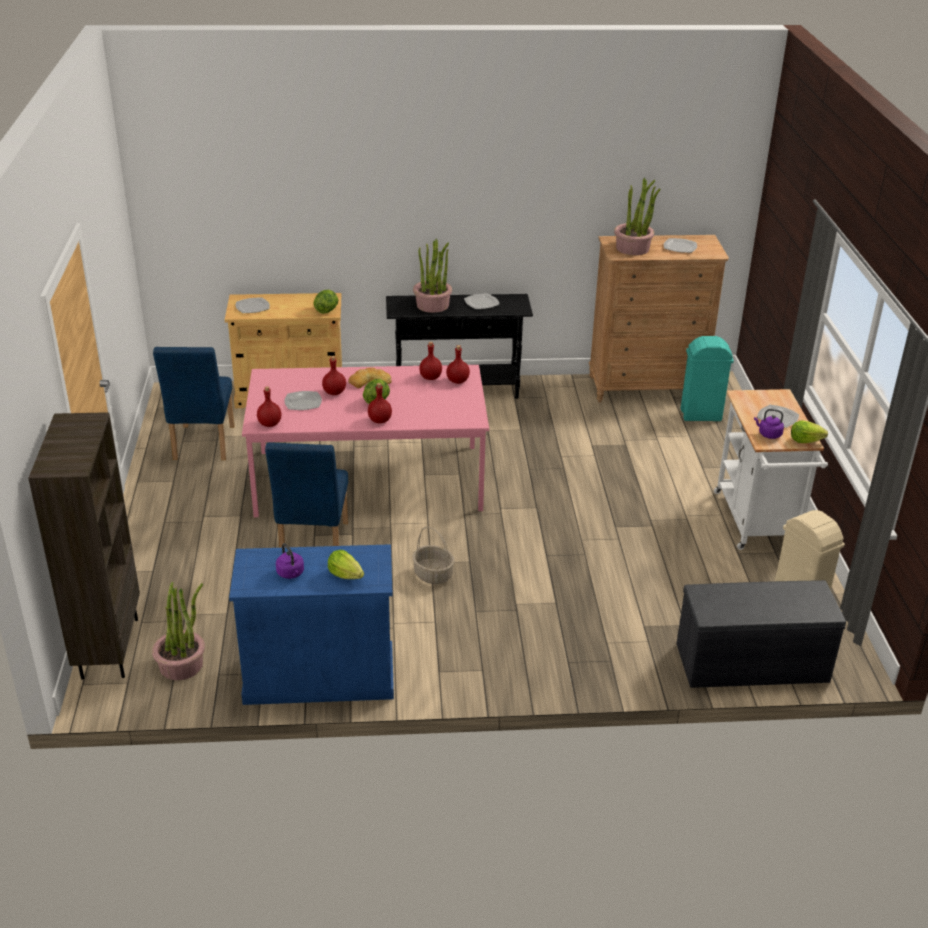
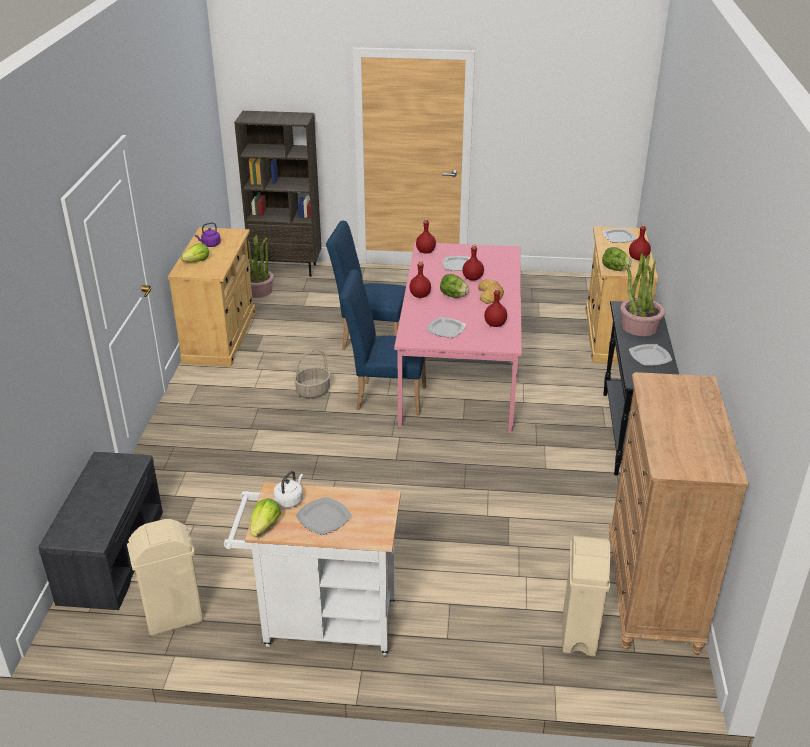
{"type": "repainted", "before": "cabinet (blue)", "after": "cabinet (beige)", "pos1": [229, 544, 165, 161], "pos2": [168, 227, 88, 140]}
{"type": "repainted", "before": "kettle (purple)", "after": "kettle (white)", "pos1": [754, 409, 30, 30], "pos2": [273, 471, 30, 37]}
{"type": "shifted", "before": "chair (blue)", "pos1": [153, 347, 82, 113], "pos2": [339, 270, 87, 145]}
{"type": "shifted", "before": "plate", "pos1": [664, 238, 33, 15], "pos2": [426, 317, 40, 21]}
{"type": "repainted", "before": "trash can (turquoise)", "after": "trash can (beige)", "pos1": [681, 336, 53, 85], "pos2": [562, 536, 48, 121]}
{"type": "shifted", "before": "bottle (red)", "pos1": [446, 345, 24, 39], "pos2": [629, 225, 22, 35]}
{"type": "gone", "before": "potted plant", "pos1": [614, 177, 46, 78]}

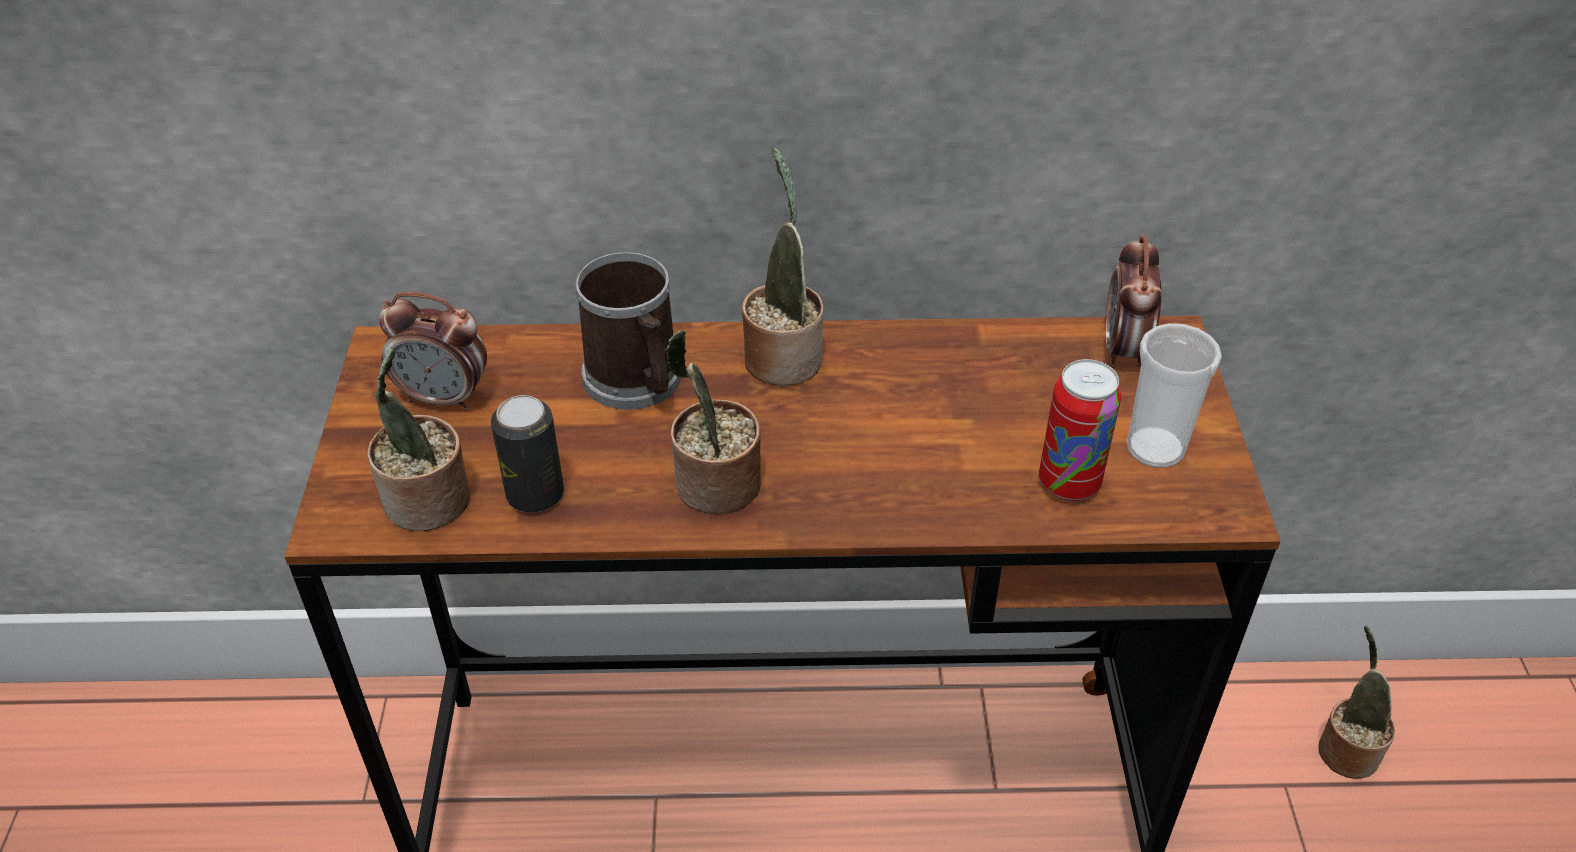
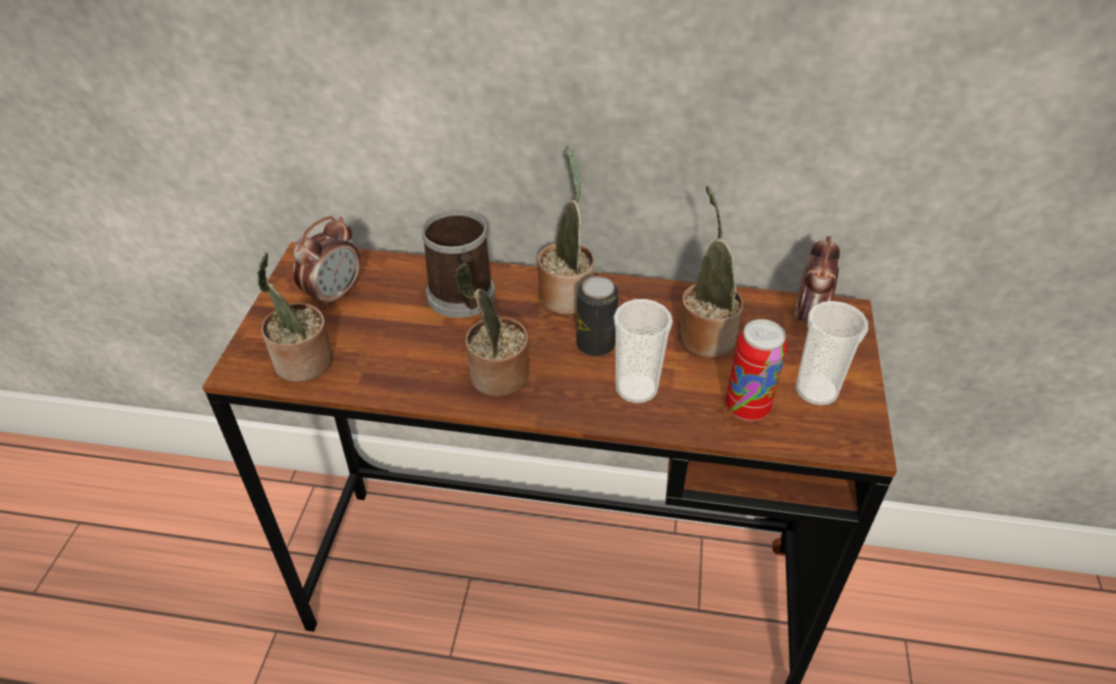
{"type": "rotated", "before": "alarm clock", "pos1": [379, 292, 108, 119], "pos2": [293, 216, 67, 94], "turn": -75}
{"type": "shifted", "before": "can", "pos1": [491, 395, 73, 118], "pos2": [576, 276, 43, 80]}
{"type": "new", "after": "cup", "pos2": [614, 299, 59, 104]}
{"type": "shifted", "before": "potted plant", "pos1": [1319, 625, 76, 154], "pos2": [678, 186, 65, 172]}

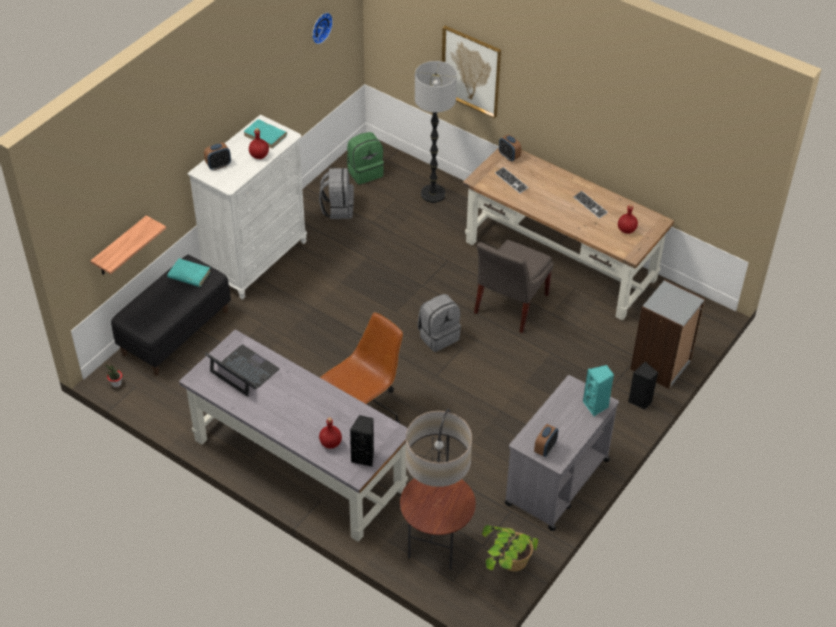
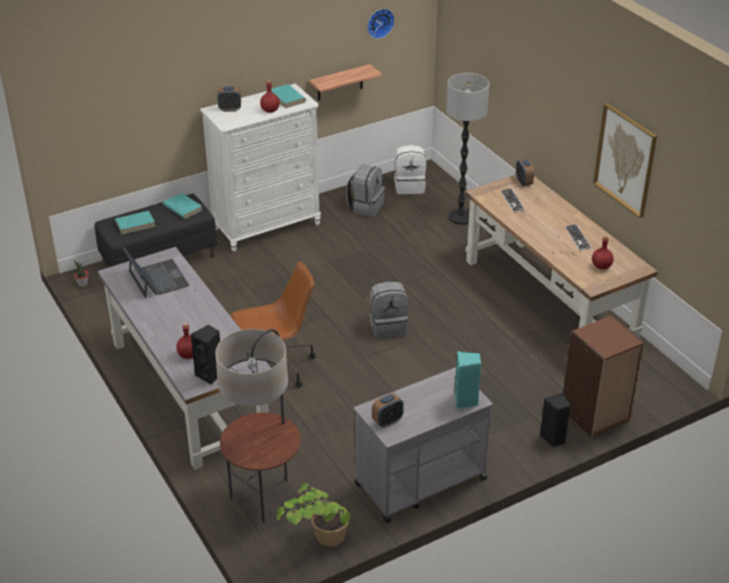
{"type": "new", "after": "book (turquoise)", "pos2": [115, 211, 40, 23]}
{"type": "shifted", "before": "shelf", "pos1": [91, 215, 75, 60], "pos2": [309, 64, 73, 37]}
{"type": "repainted", "before": "backpack (green)", "after": "backpack (white)", "pos1": [347, 132, 37, 52], "pos2": [394, 145, 32, 49]}
{"type": "repainted", "before": "bookcase (grey)", "after": "bookcase (brown)", "pos1": [630, 280, 75, 109], "pos2": [563, 315, 82, 122]}
{"type": "shifted", "before": "picture", "pos1": [442, 26, 59, 92], "pos2": [593, 103, 64, 115]}
{"type": "gone", "before": "chair (grey)", "pos1": [474, 240, 80, 93]}

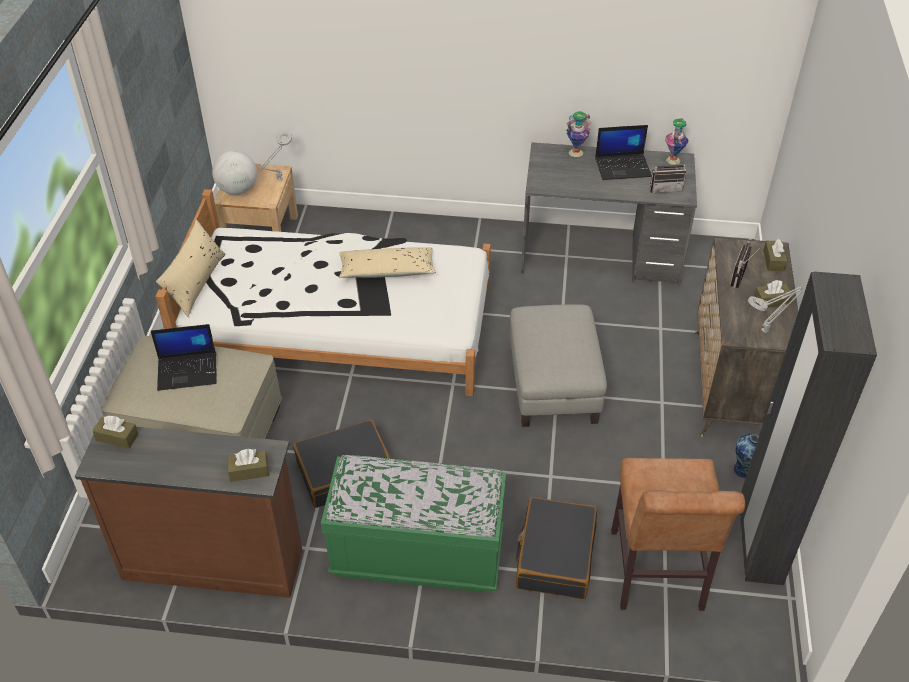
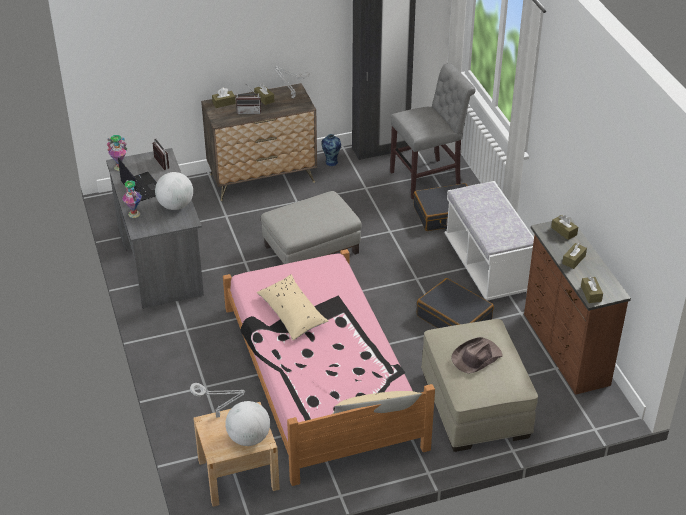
{"type": "new", "after": "globe", "pos2": [155, 172, 38, 38]}
{"type": "repainted", "before": "bed (white)", "after": "bed (pink)", "pos1": [155, 189, 336, 207], "pos2": [223, 249, 212, 237]}
{"type": "repainted", "before": "chair (brown)", "after": "chair (grey)", "pos1": [611, 458, 134, 153], "pos2": [390, 63, 86, 136]}
{"type": "repainted", "before": "bench (green)", "after": "bench (white)", "pos1": [321, 455, 185, 137], "pos2": [445, 181, 89, 120]}
{"type": "swapped", "before": "laptop", "after": "hat (brown)", "pos1": [151, 324, 66, 67], "pos2": [451, 337, 52, 37]}
{"type": "new", "after": "tissue box (brown)", "pos2": [562, 243, 25, 26]}

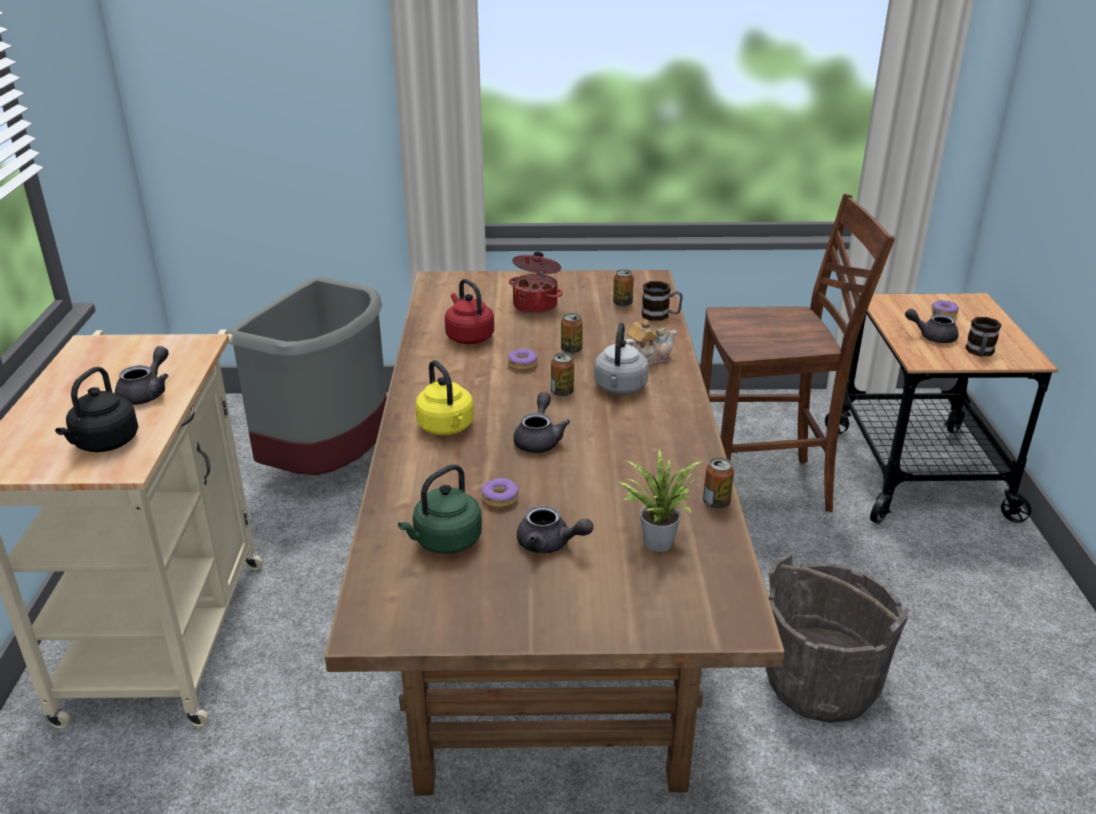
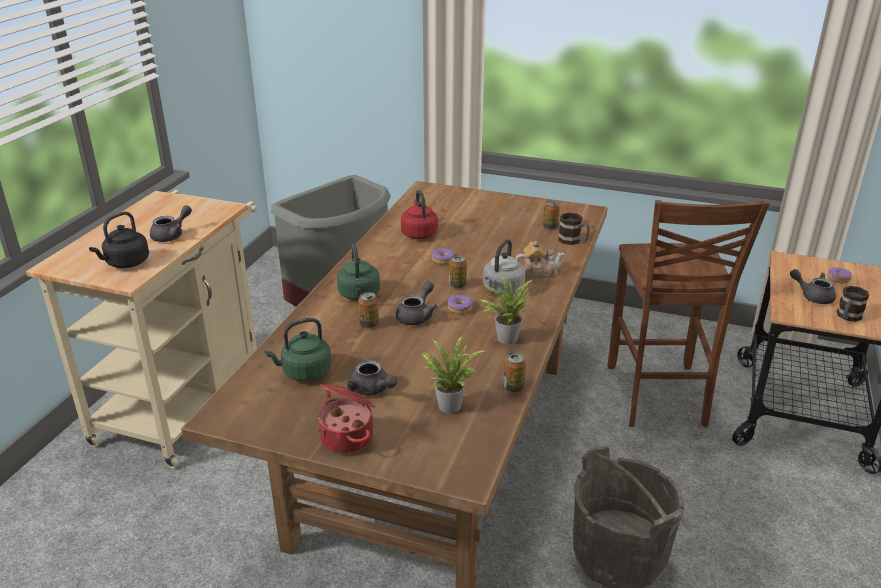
{"type": "shifted", "before": "cooking pot", "pos1": [509, 252, 54, 62], "pos2": [319, 380, 56, 74]}
{"type": "repainted", "before": "kettle (yellow)", "after": "kettle (green)", "pos1": [415, 360, 58, 75], "pos2": [337, 244, 43, 56]}
{"type": "shifted", "before": "can", "pos1": [561, 313, 22, 41], "pos2": [358, 292, 21, 36]}
{"type": "shifted", "before": "donut", "pos1": [482, 478, 37, 30], "pos2": [447, 295, 26, 19]}
{"type": "new", "after": "potted plant", "pos2": [479, 276, 54, 68]}
{"type": "rotated", "before": "chair (brown)", "pos1": [700, 194, 195, 318], "pos2": [608, 200, 162, 228], "turn": 75}

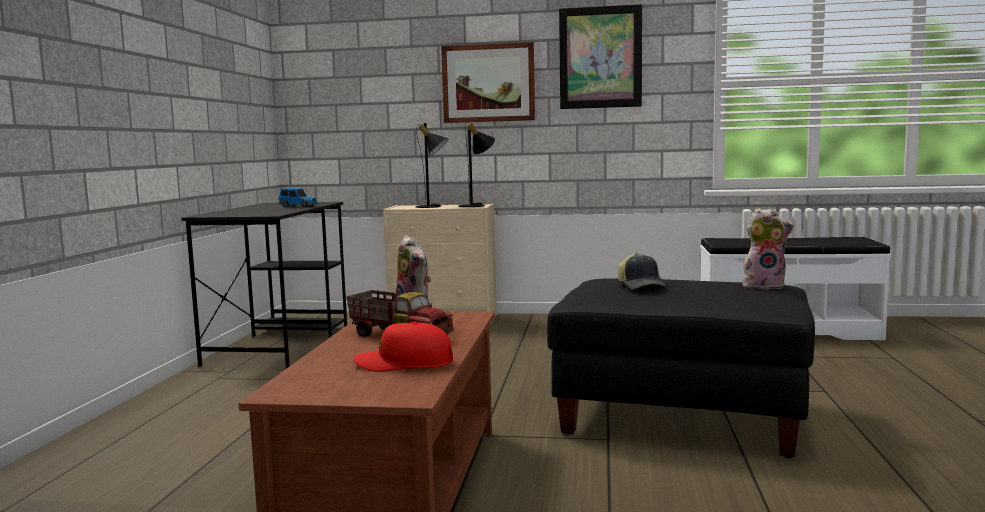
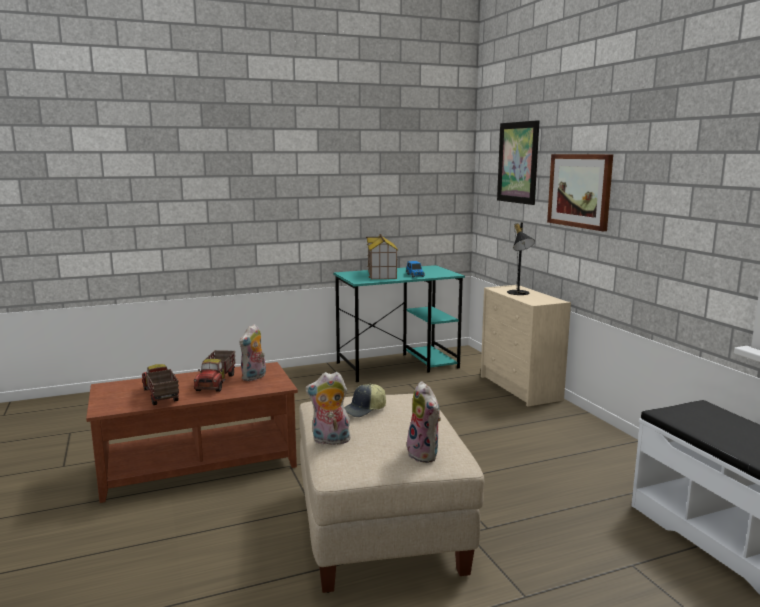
{"type": "swapped", "before": "cap (red)", "after": "toy truck", "pos1": [353, 322, 100, 50], "pos2": [142, 364, 37, 41]}
{"type": "repainted", "before": "ottoman (black)", "after": "ottoman (beige)", "pos1": [547, 278, 268, 180], "pos2": [299, 394, 185, 199]}
{"type": "new", "after": "plush toy", "pos2": [305, 372, 48, 73]}
{"type": "repainted", "before": "desk (black)", "after": "desk (turquoise)", "pos1": [182, 202, 165, 167], "pos2": [333, 265, 132, 117]}
{"type": "new", "after": "toy house", "pos2": [366, 234, 32, 45]}
{"type": "shifted", "before": "picture", "pos1": [559, 4, 83, 105], "pos2": [497, 120, 42, 85]}
{"type": "gone", "before": "table lamp (black)", "pos1": [458, 121, 37, 86]}

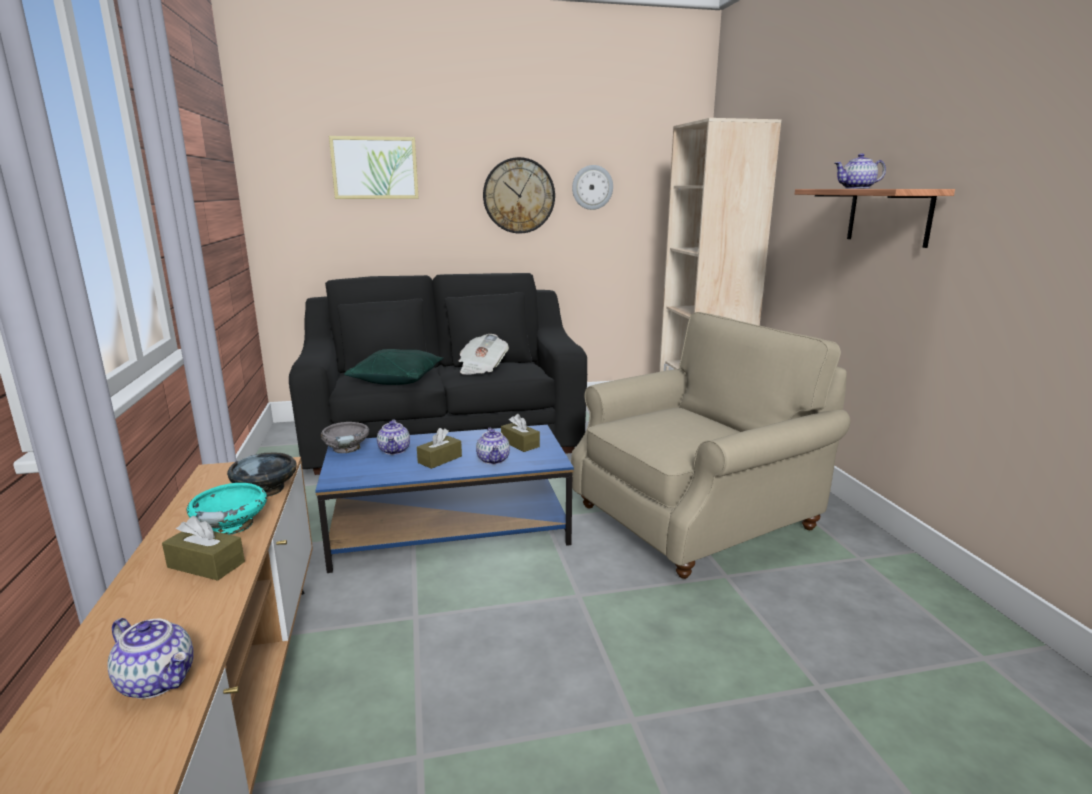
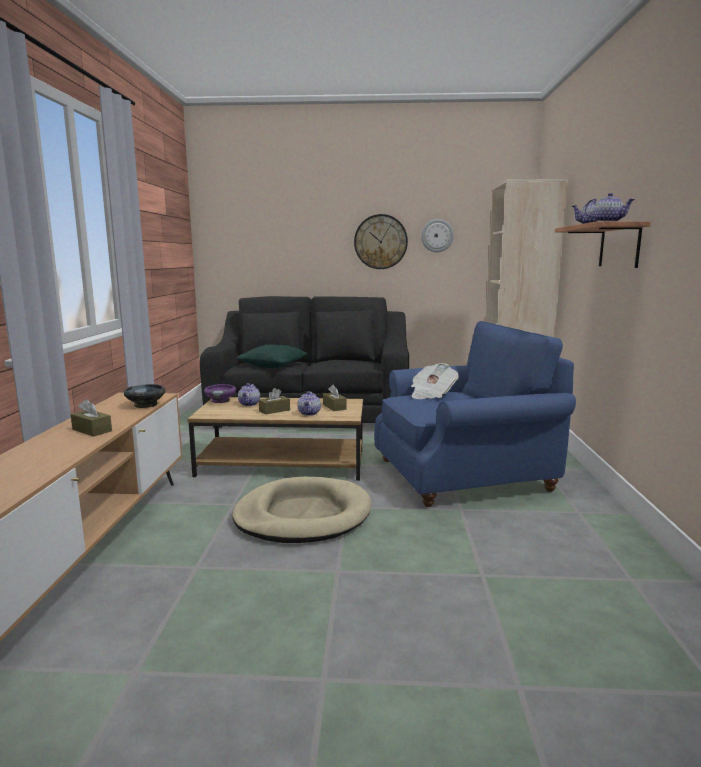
{"type": "repainted", "before": "coffee table (blue)", "after": "coffee table (brown)", "pos1": [315, 425, 259, 148], "pos2": [188, 397, 175, 84]}
{"type": "repainted", "before": "bowl (grey)", "after": "bowl (purple)", "pos1": [321, 422, 48, 31], "pos2": [204, 384, 32, 19]}
{"type": "new", "after": "dog bed (beige)", "pos2": [232, 477, 139, 66]}
{"type": "repainted", "before": "armchair (beige)", "after": "armchair (blue)", "pos1": [571, 312, 279, 267], "pos2": [374, 321, 202, 186]}
{"type": "shifted", "before": "newspaper", "pos1": [459, 334, 50, 41], "pos2": [411, 363, 48, 36]}
{"type": "shifted", "before": "teapot", "pos1": [107, 618, 87, 81], "pos2": [585, 193, 50, 28]}
{"type": "gone", "before": "bowl (turquoise)", "pos1": [187, 483, 80, 52]}
{"type": "gone", "before": "picture", "pos1": [329, 136, 90, 63]}

